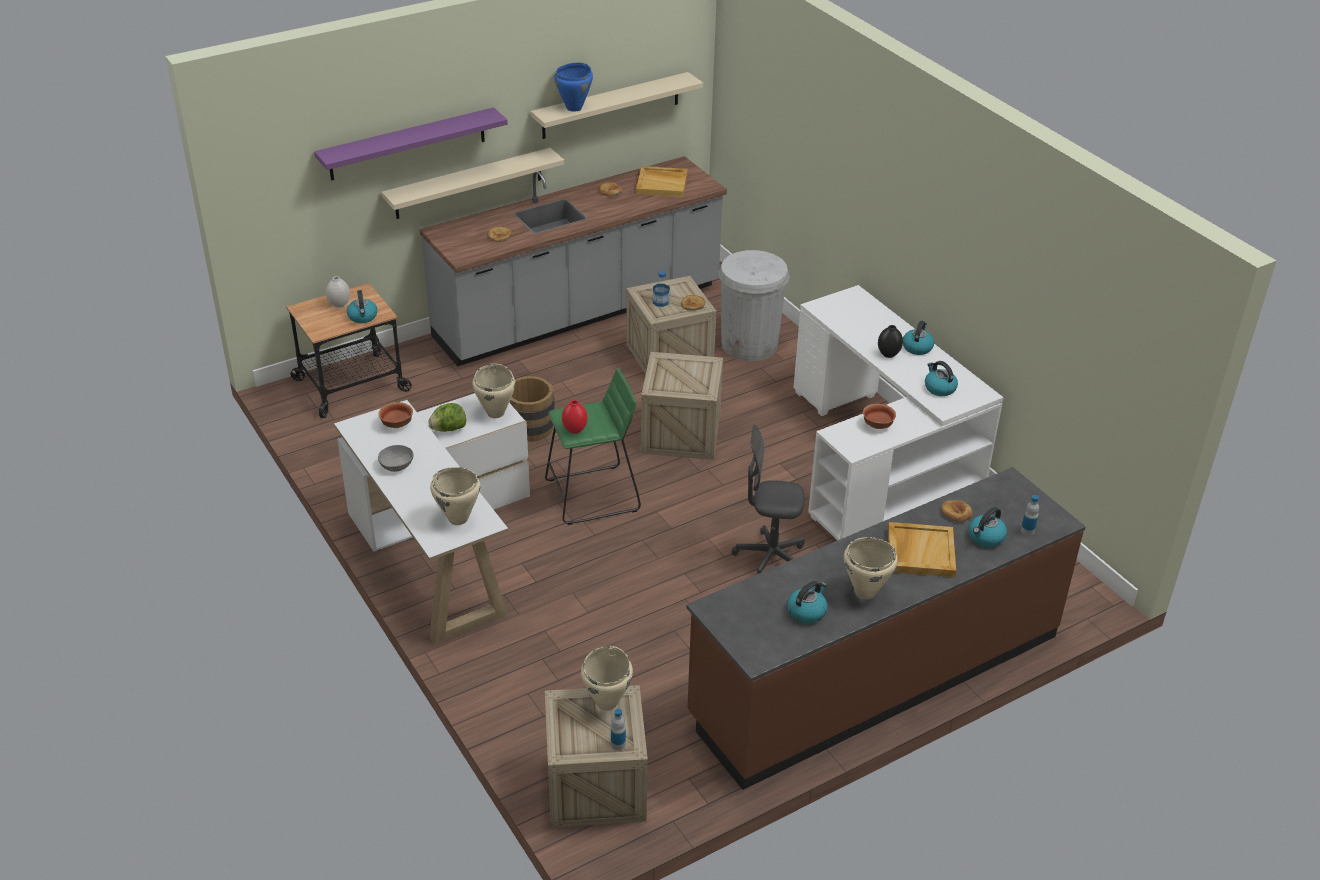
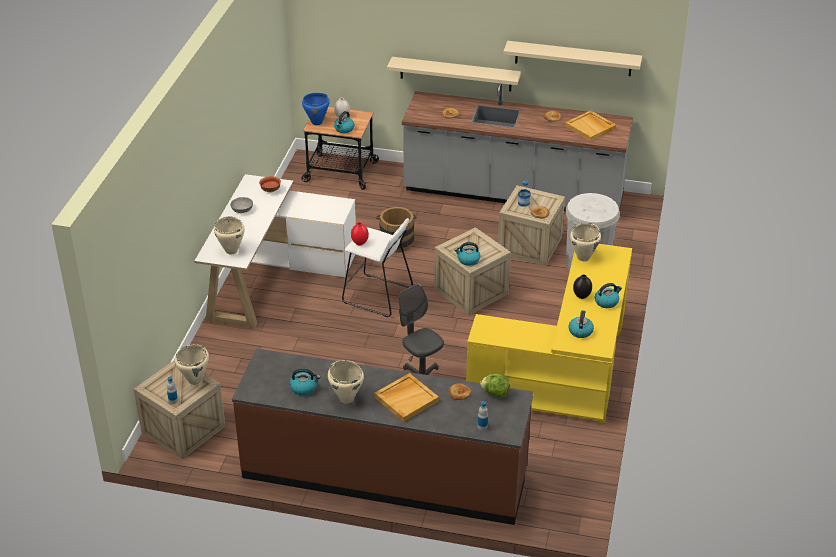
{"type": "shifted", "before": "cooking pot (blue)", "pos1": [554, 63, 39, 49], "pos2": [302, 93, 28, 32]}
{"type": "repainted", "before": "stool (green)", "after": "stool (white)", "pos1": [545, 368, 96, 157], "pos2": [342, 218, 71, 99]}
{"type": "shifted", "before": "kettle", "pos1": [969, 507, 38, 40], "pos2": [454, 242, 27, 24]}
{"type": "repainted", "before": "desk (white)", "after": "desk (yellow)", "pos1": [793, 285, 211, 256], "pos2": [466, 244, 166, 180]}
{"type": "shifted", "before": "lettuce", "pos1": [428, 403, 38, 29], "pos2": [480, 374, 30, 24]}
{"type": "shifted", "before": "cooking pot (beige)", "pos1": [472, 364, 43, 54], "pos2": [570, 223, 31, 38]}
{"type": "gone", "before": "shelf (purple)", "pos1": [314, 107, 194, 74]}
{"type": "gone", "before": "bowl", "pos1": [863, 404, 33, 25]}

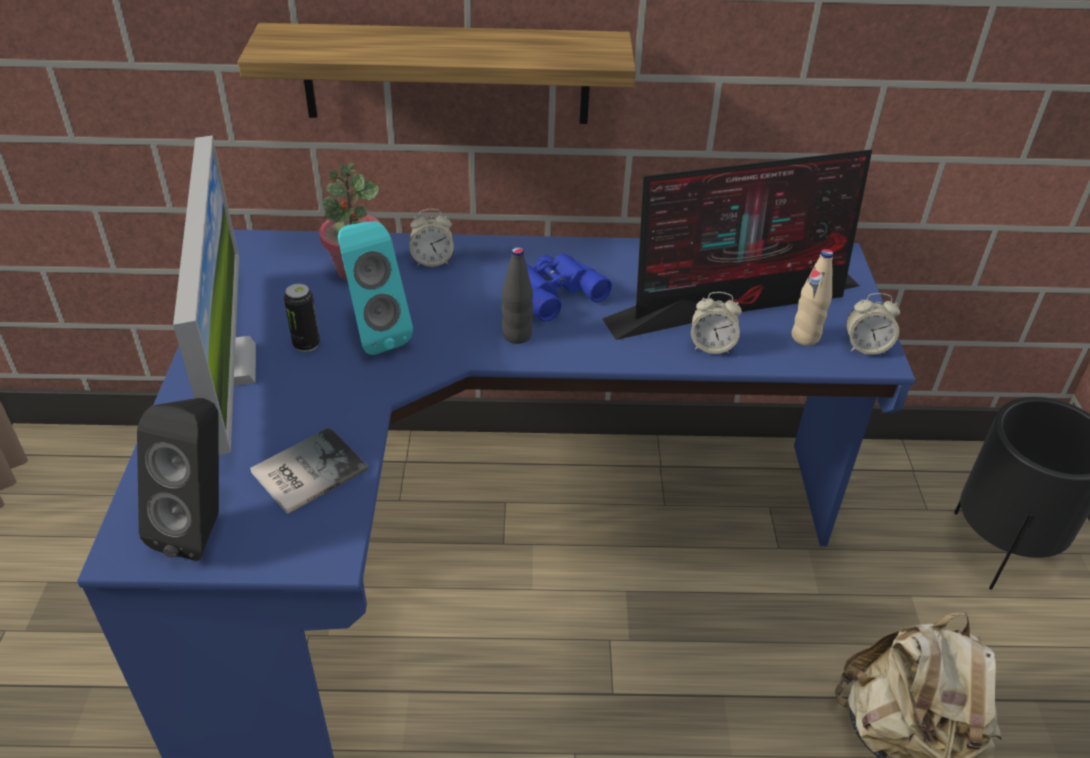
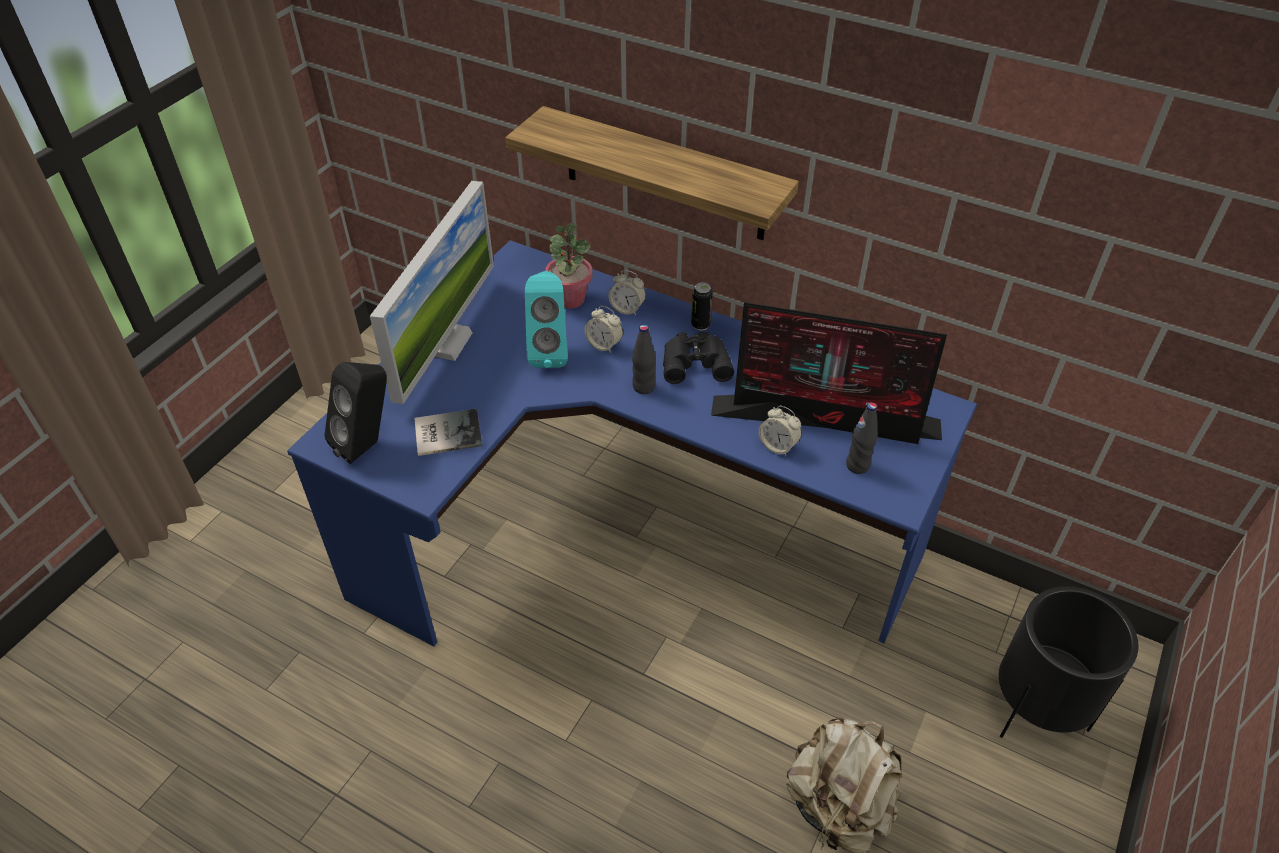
{"type": "shifted", "before": "alarm clock", "pos1": [846, 293, 54, 62], "pos2": [585, 306, 38, 47]}
{"type": "repainted", "before": "binoculars (blue)", "after": "binoculars (black)", "pos1": [526, 253, 86, 69], "pos2": [663, 331, 71, 53]}
{"type": "shifted", "before": "can", "pos1": [284, 284, 36, 68], "pos2": [691, 282, 22, 49]}
{"type": "repainted", "before": "bottle (beige)", "after": "bottle (black)", "pos1": [792, 249, 41, 97], "pos2": [846, 402, 32, 72]}

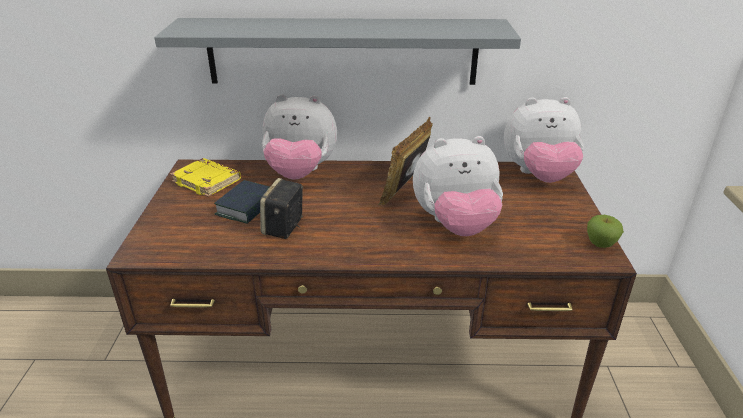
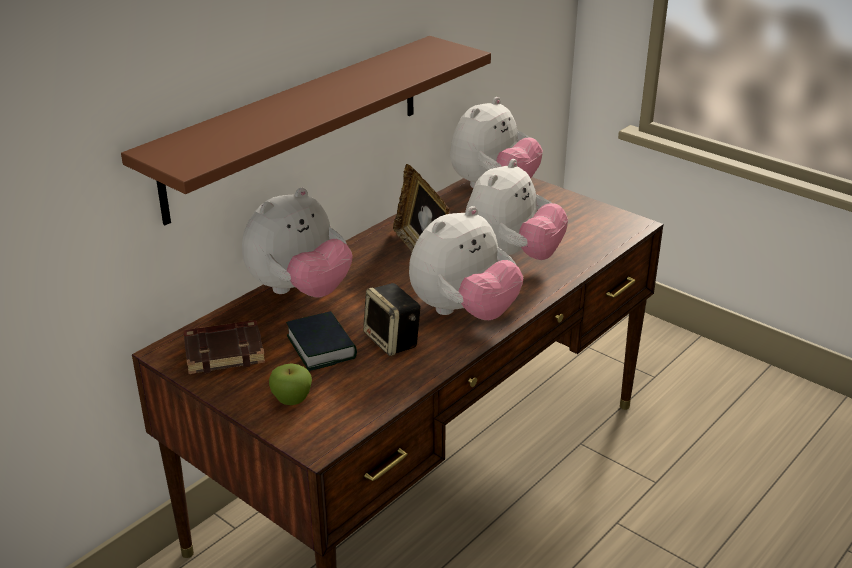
{"type": "repainted", "before": "shelf (grey)", "after": "shelf (brown)", "pos1": [154, 18, 367, 67], "pos2": [121, 36, 370, 189]}
{"type": "repainted", "before": "book (yellow)", "after": "book (brown)", "pos1": [170, 158, 71, 39], "pos2": [184, 320, 81, 54]}
{"type": "shifted", "before": "apple", "pos1": [587, 215, 37, 33], "pos2": [269, 363, 43, 42]}
{"type": "new", "after": "plush toy", "pos2": [409, 206, 115, 114]}

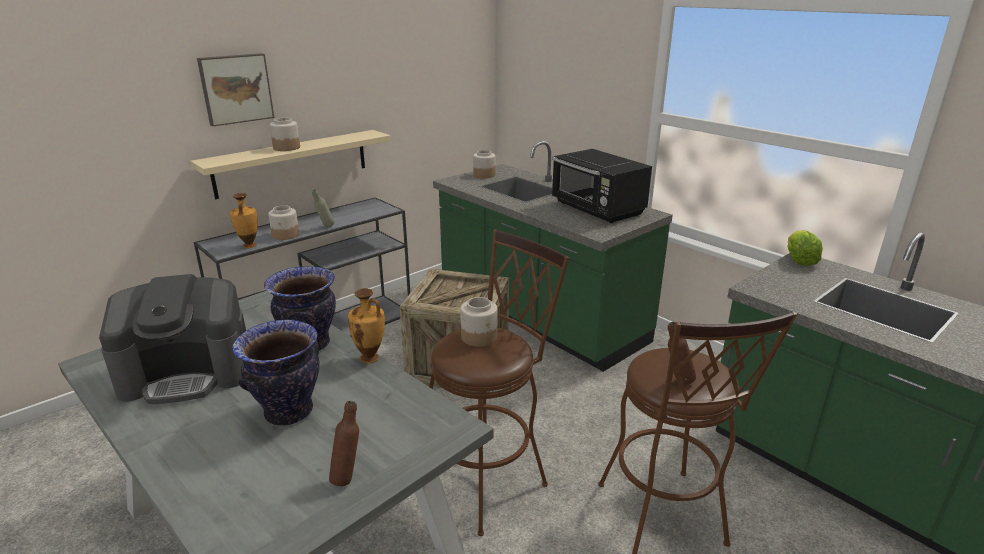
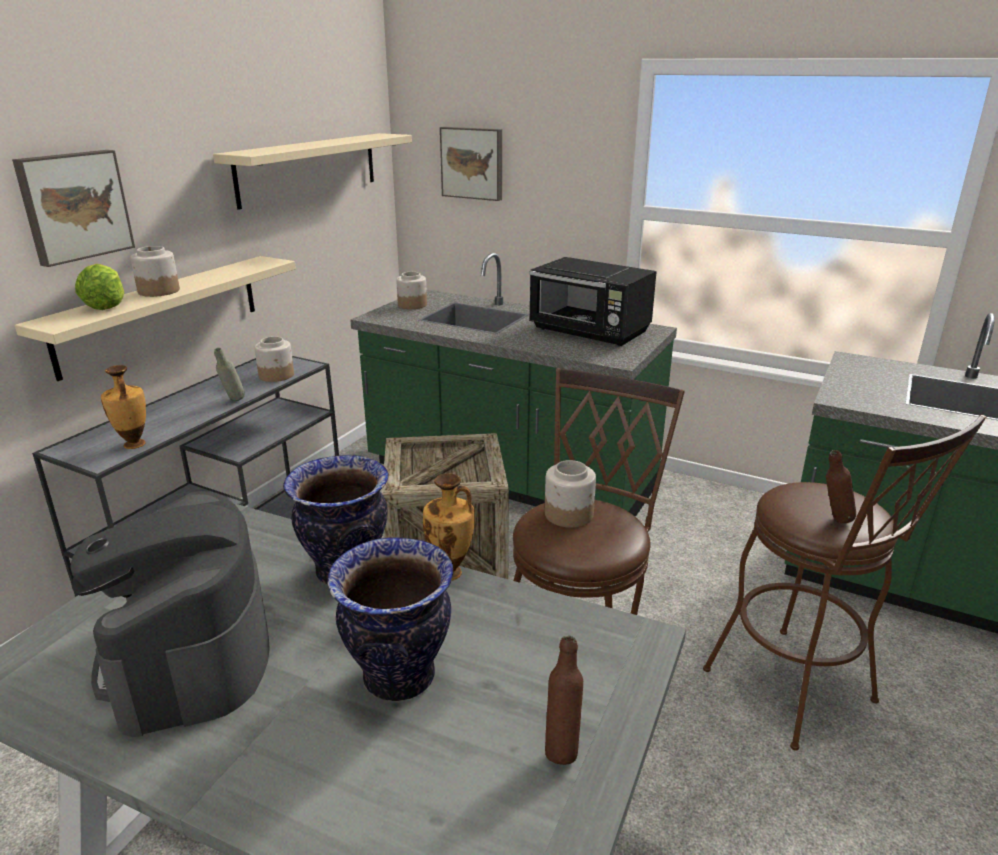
{"type": "rotated", "before": "coffee machine", "pos1": [99, 274, 147, 130], "pos2": [70, 491, 200, 246], "turn": 105}
{"type": "shifted", "before": "lettuce", "pos1": [787, 230, 36, 36], "pos2": [75, 264, 49, 46]}
{"type": "new", "after": "shelf (beige)", "pos2": [213, 133, 199, 77]}
{"type": "shifted", "before": "jar", "pos1": [268, 205, 31, 35], "pos2": [254, 336, 40, 46]}
{"type": "new", "after": "picture", "pos2": [440, 127, 62, 74]}

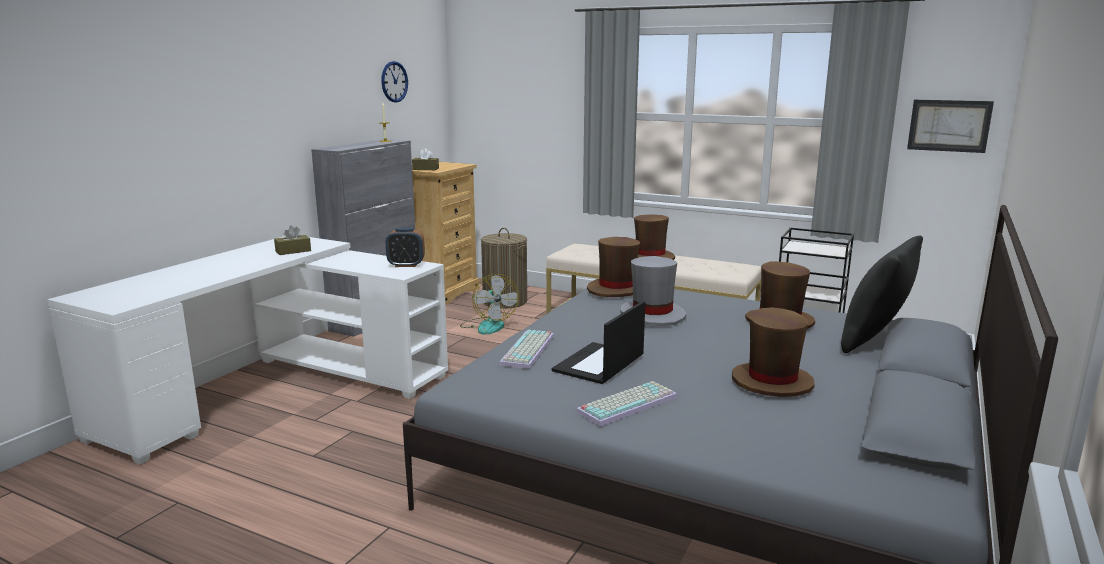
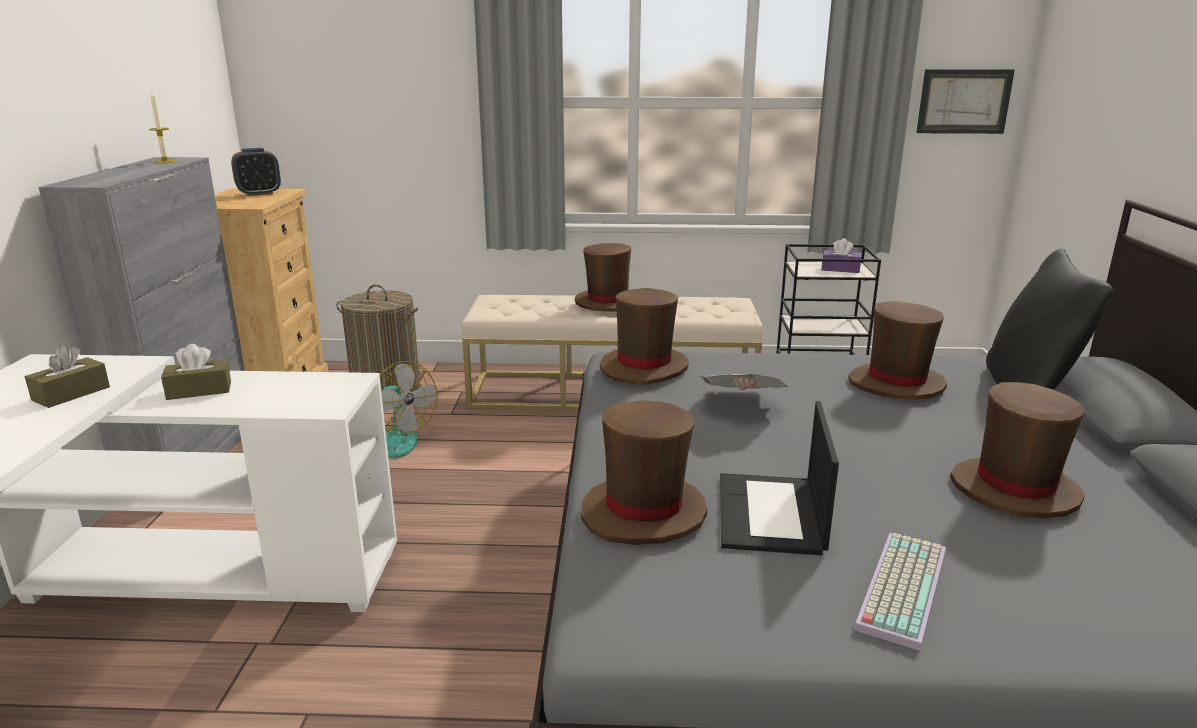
{"type": "shifted", "before": "tissue box (brown)", "pos1": [412, 148, 27, 22], "pos2": [161, 344, 70, 56]}
{"type": "shifted", "before": "alarm clock", "pos1": [386, 227, 39, 40], "pos2": [231, 148, 50, 48]}
{"type": "swapped", "before": "keyboard", "after": "hat (brown)", "pos1": [499, 330, 55, 39], "pos2": [581, 400, 126, 145]}
{"type": "swapped", "before": "hat (grey)", "after": "newspaper", "pos1": [620, 256, 66, 70], "pos2": [699, 374, 89, 17]}
{"type": "new", "after": "tissue box (purple)", "pos2": [822, 238, 39, 35]}
{"type": "gone", "before": "wall clock", "pos1": [381, 61, 27, 42]}

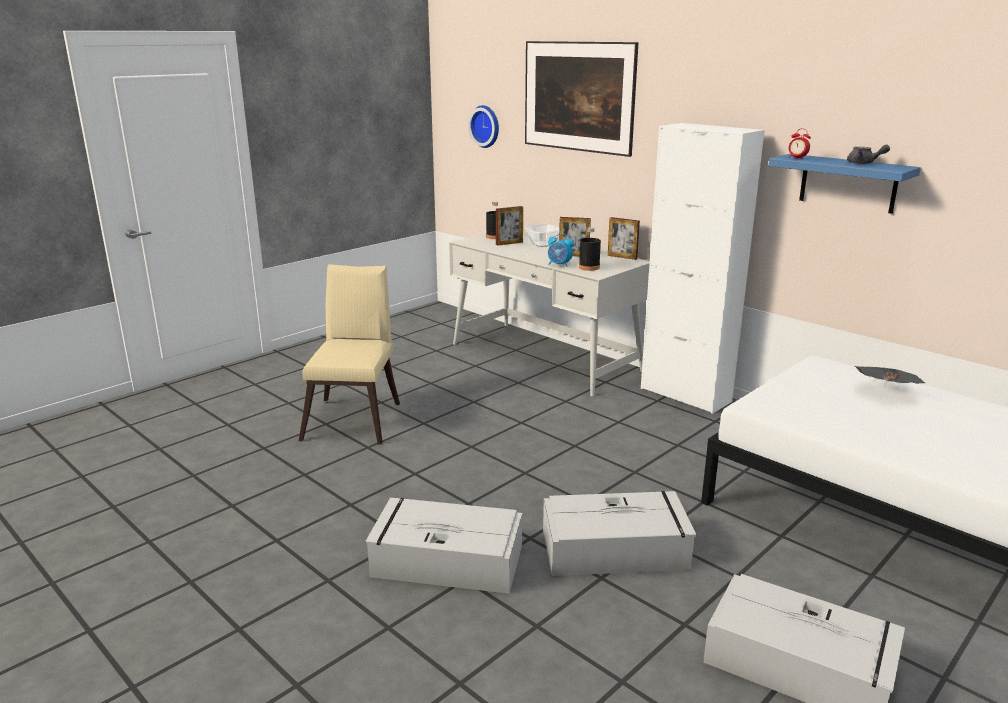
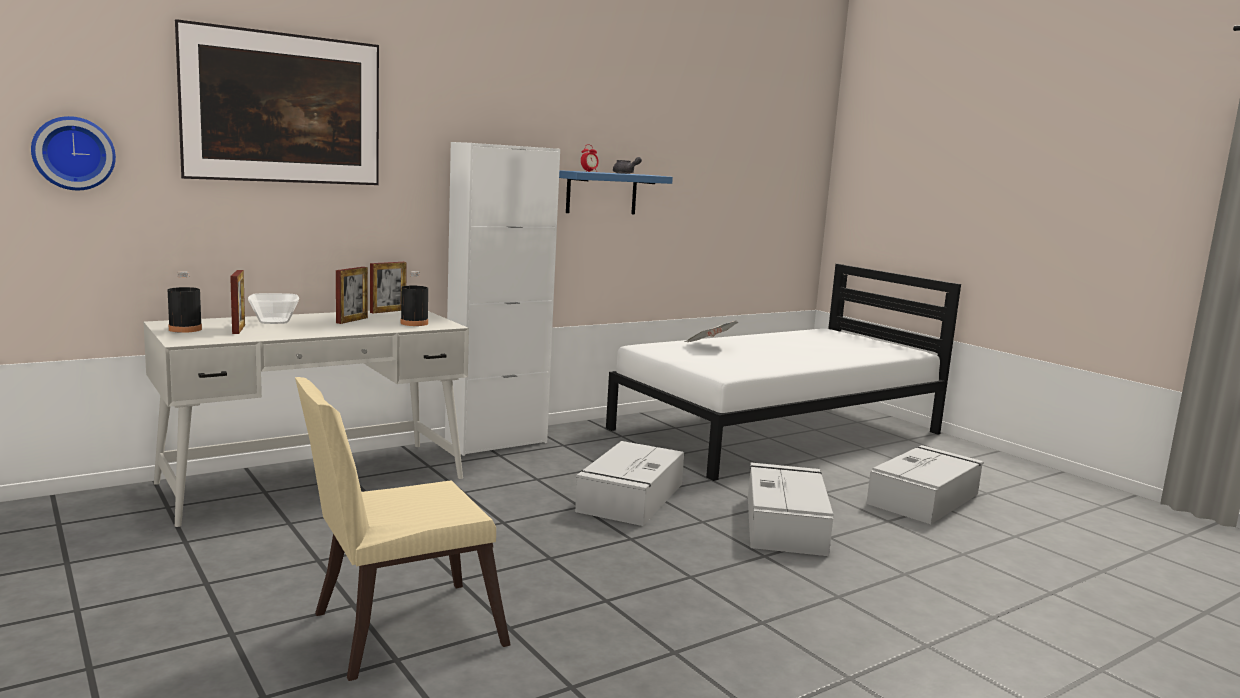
{"type": "rotated", "before": "chair (beige)", "pos1": [299, 264, 101, 180], "pos2": [295, 377, 216, 304], "turn": -45}
{"type": "shifted", "before": "storage box (grey)", "pos1": [365, 497, 157, 97], "pos2": [575, 441, 109, 85]}
{"type": "gone", "before": "alarm clock", "pos1": [548, 233, 26, 34]}

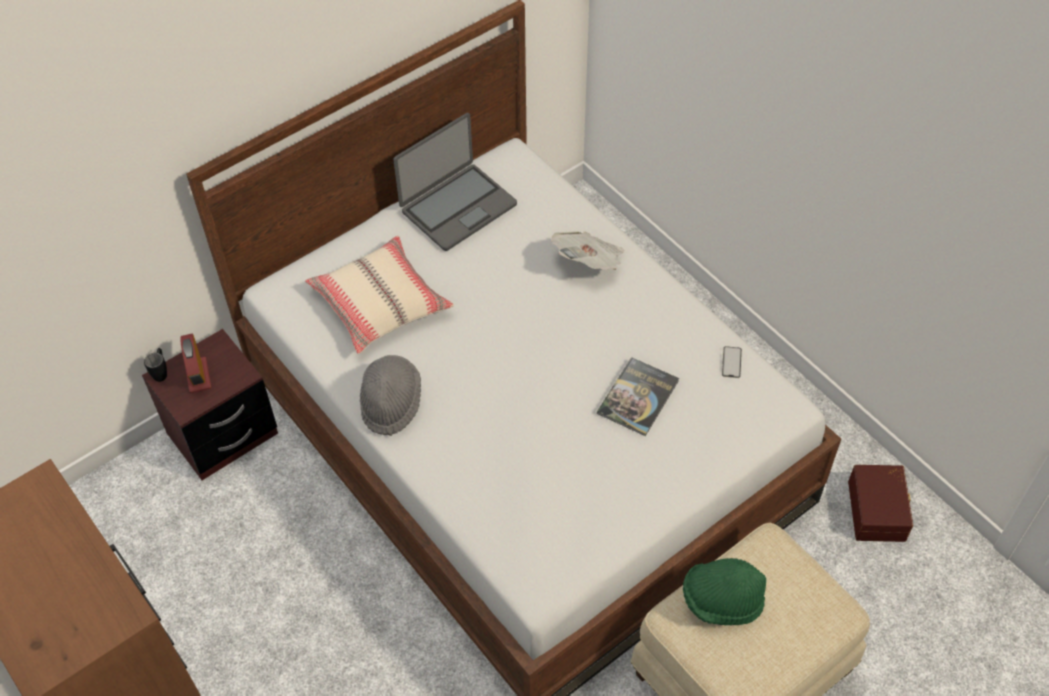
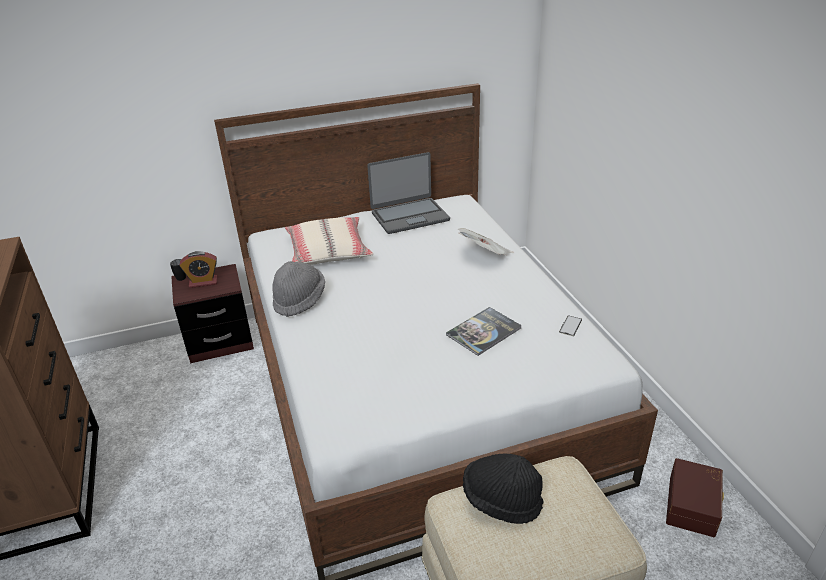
{"type": "rotated", "before": "alarm clock", "pos1": [180, 333, 32, 60], "pos2": [180, 251, 37, 37], "turn": -105}
{"type": "repainted", "before": "hat (green)", "after": "hat (black)", "pos1": [683, 558, 83, 67], "pos2": [463, 453, 81, 71]}

